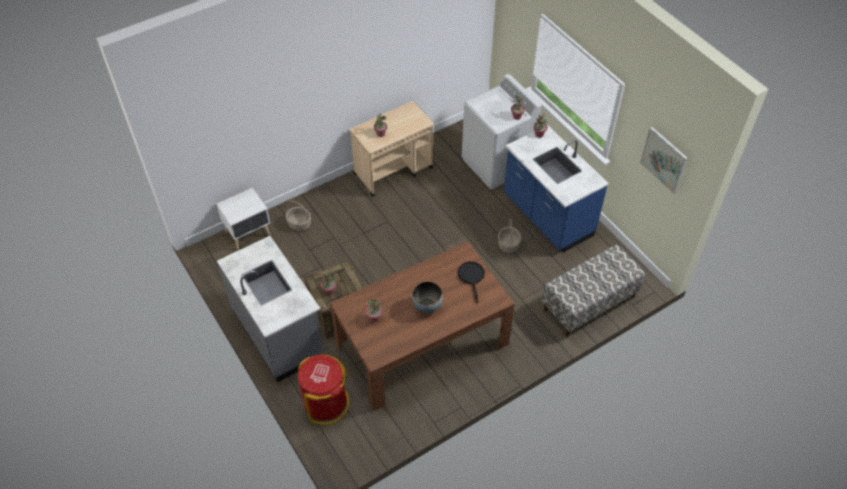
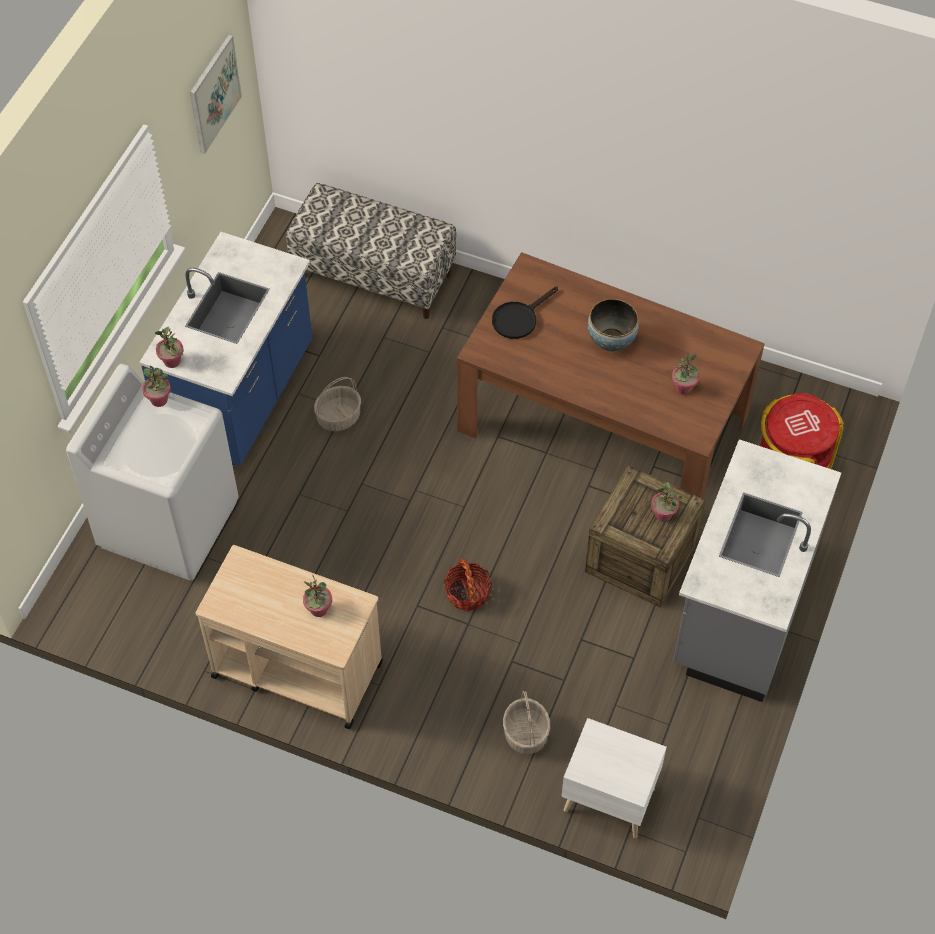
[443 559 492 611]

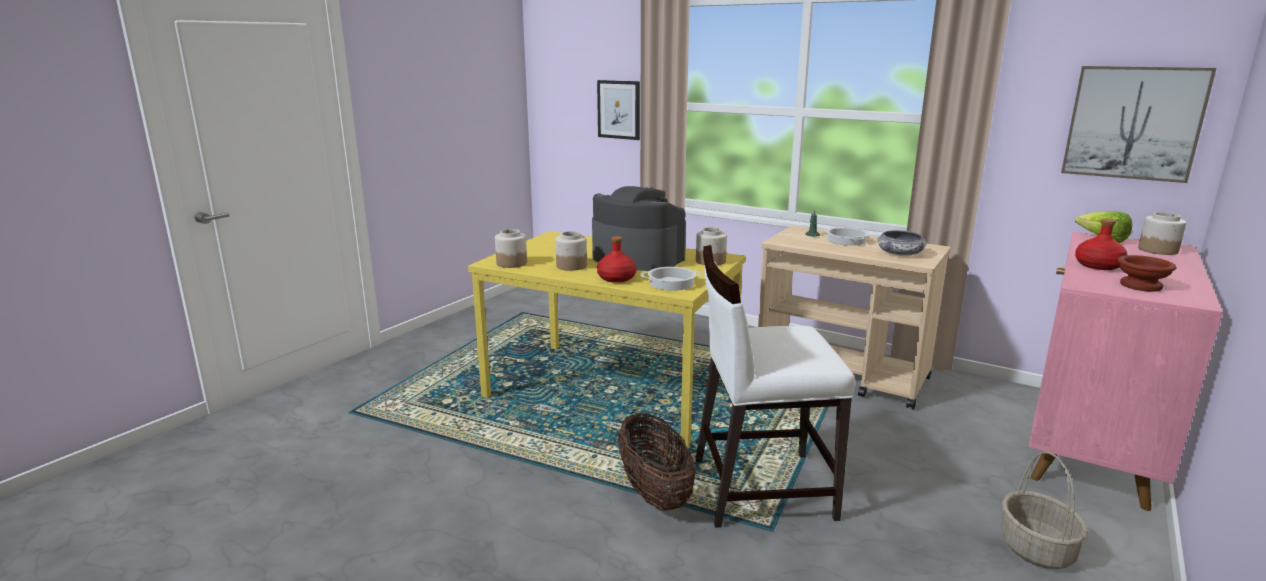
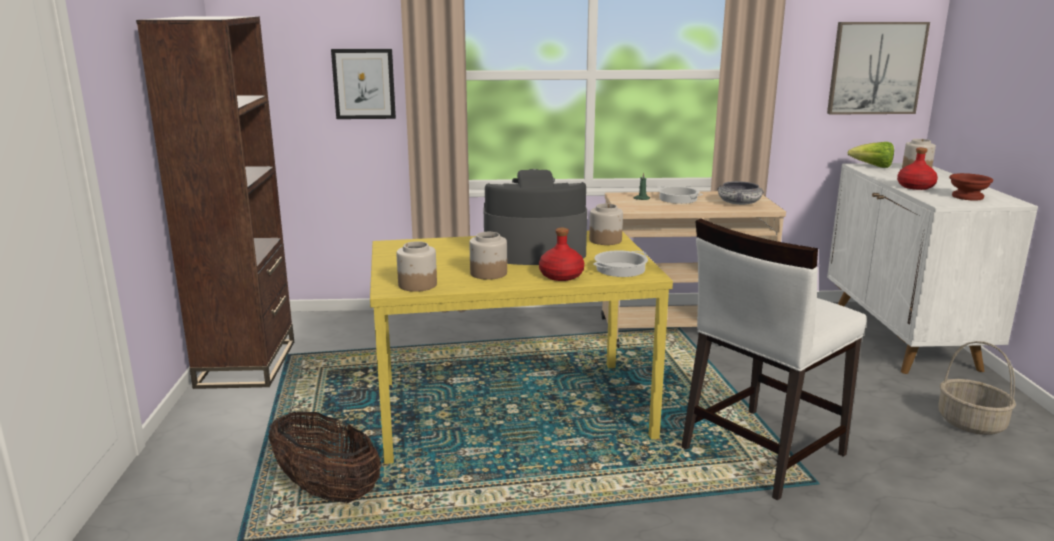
[136 16 294 389]
[268 412 381 503]
[827 163 1038 374]

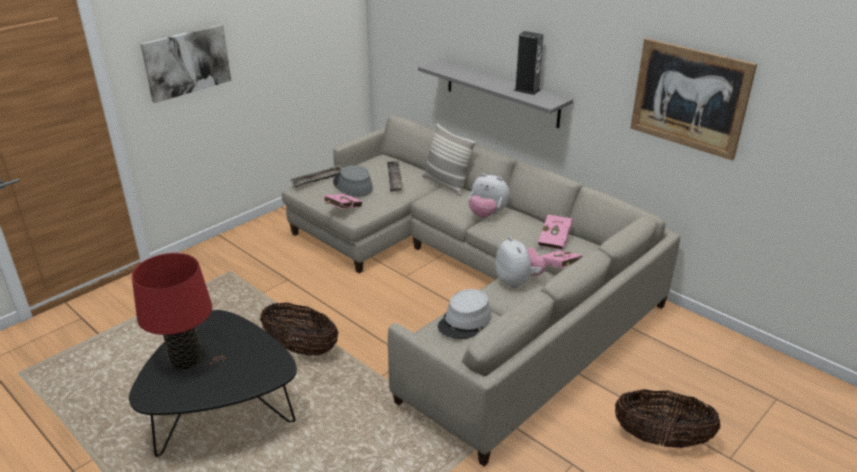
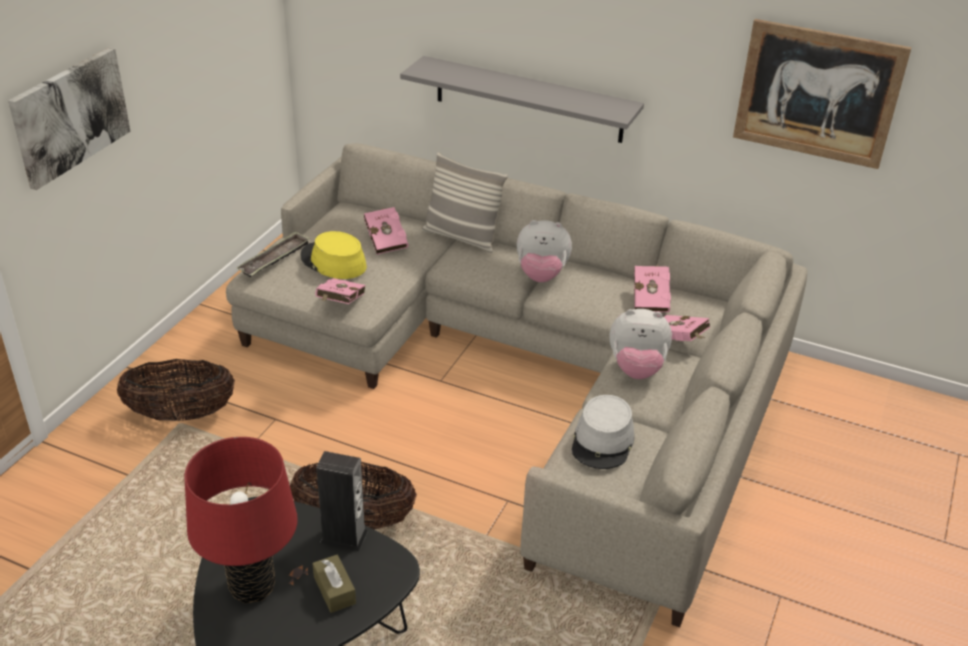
[312 555 356 613]
[316 451 368 551]
[117 359 235 421]
[364 207 408 255]
[301 231 367 279]
[609 309 672 379]

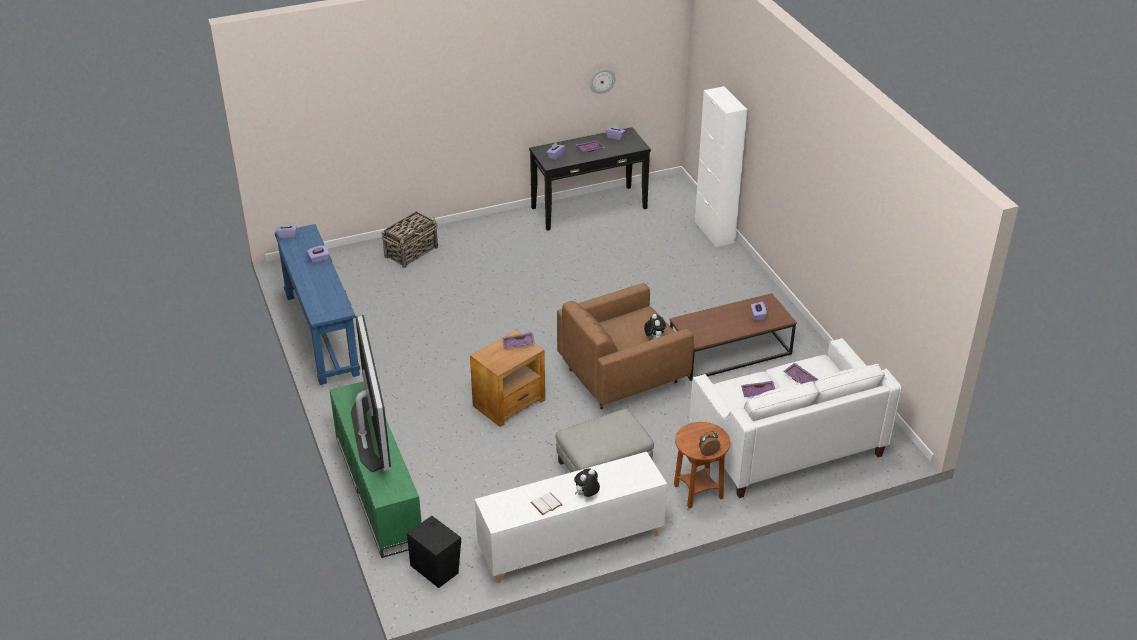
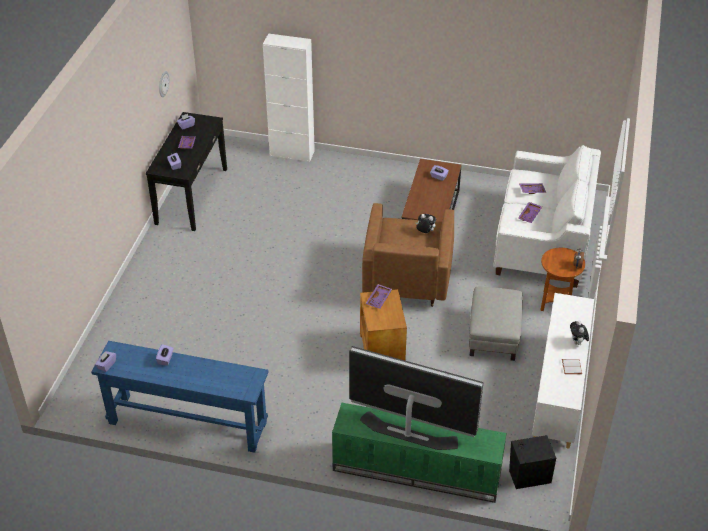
[381 211 438 268] (first image)

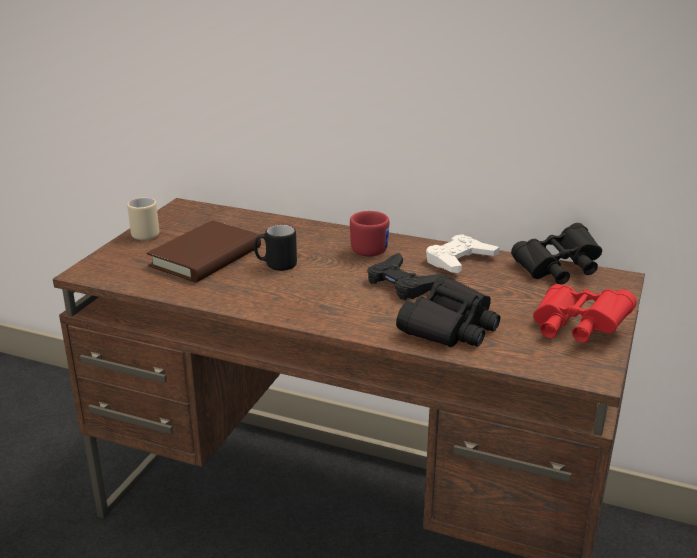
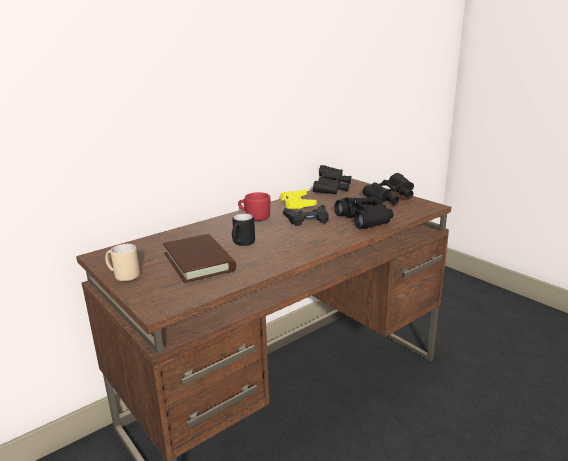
[280 189 316 209]
[363 173 414 205]

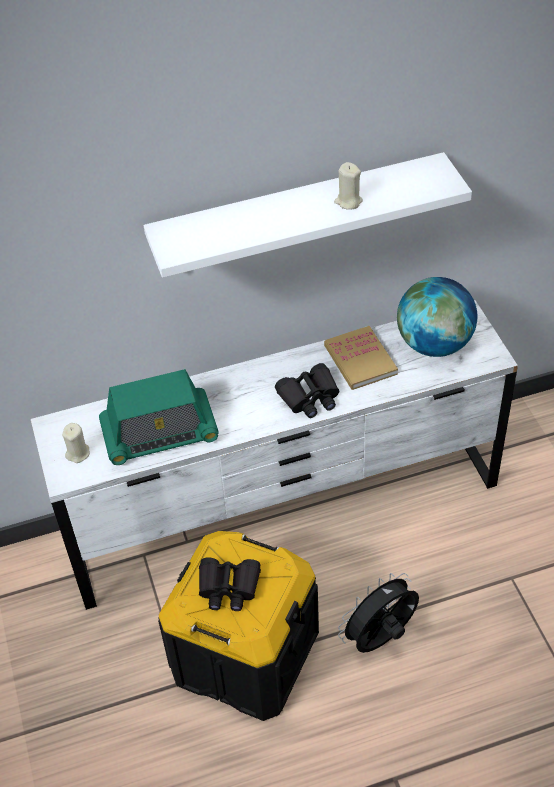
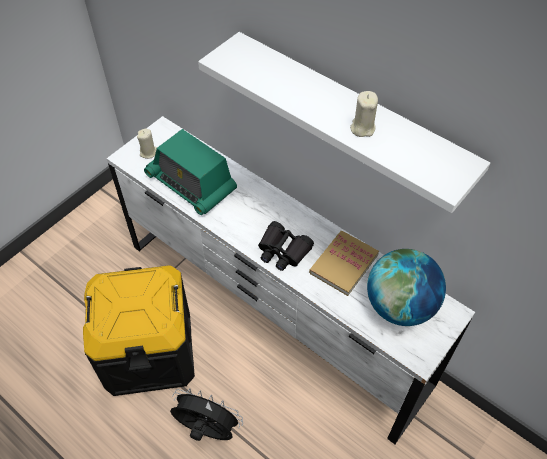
[199 557 261 611] (first image)

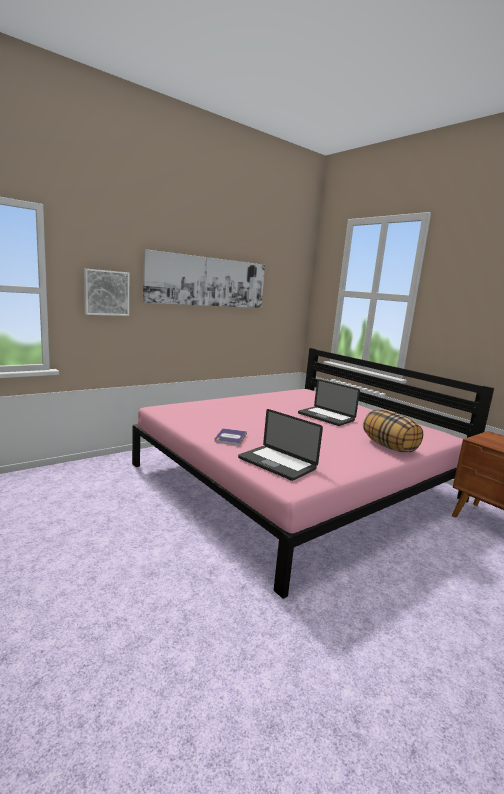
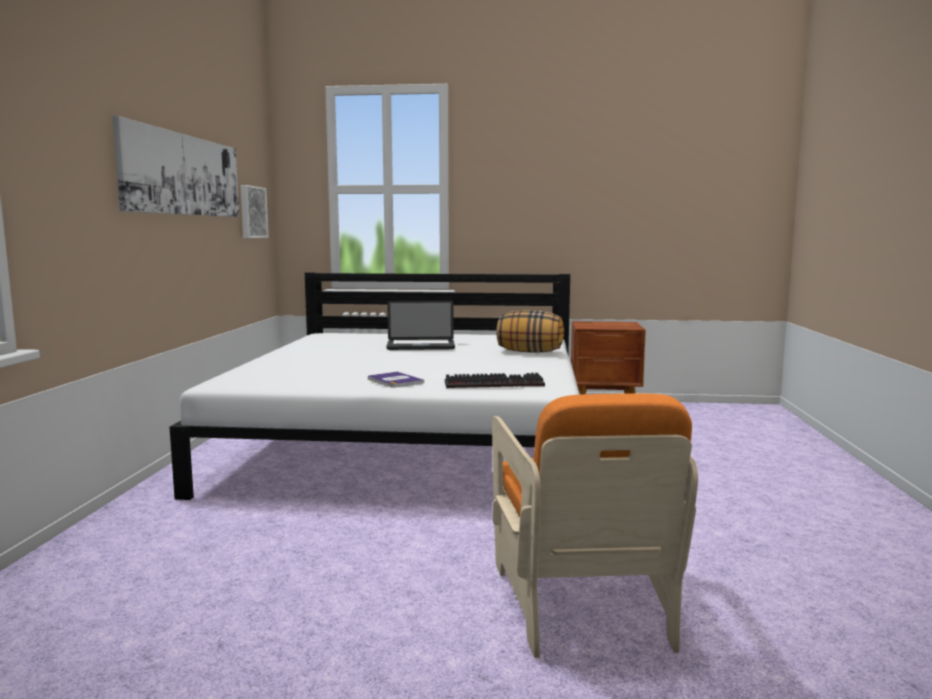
[492 393 698 658]
[240 185 268 238]
[445 373 545 388]
[169 272 580 500]

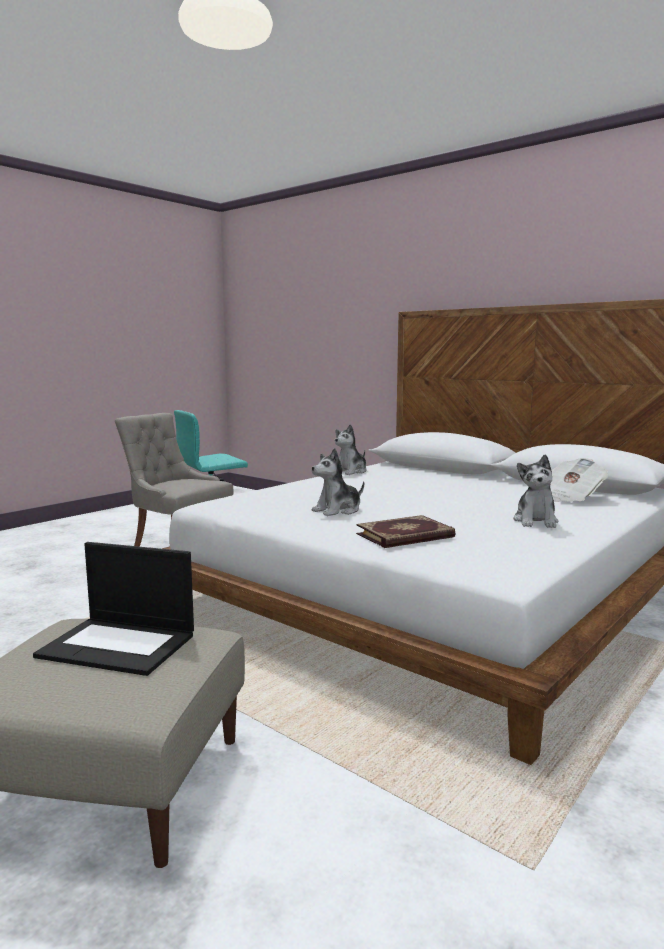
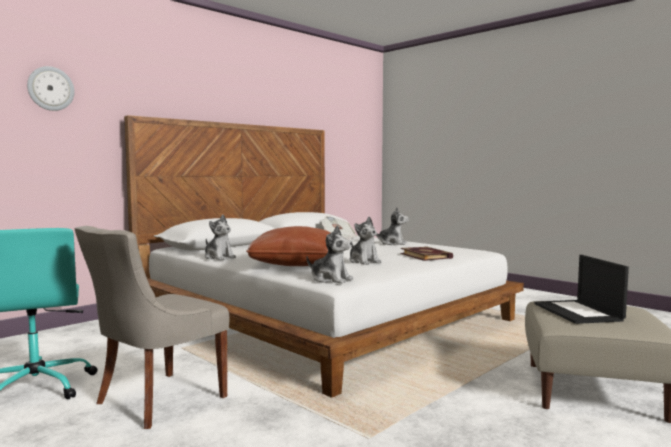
[27 66 75 111]
[246 226 330 266]
[307 225 353 284]
[534 255 629 324]

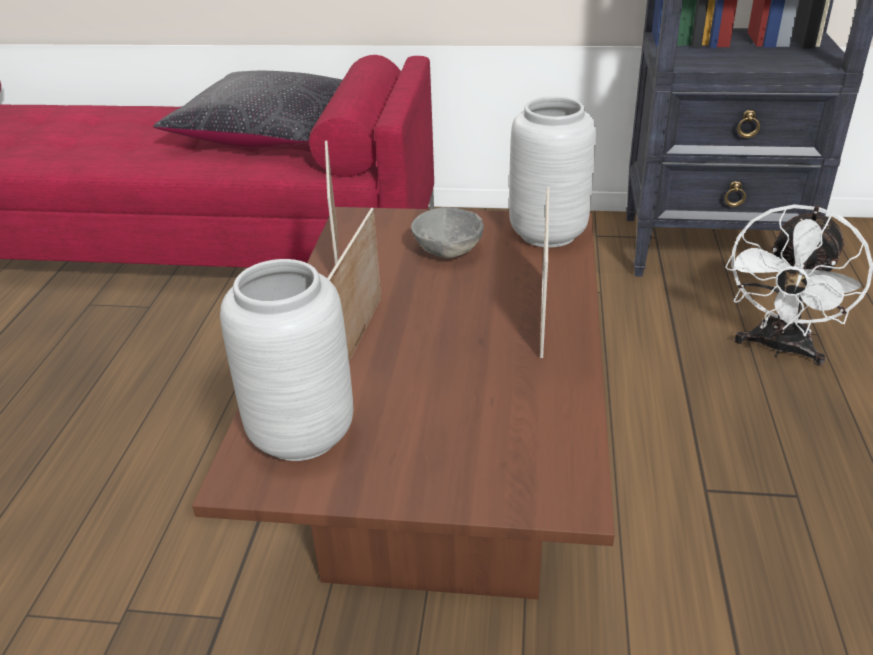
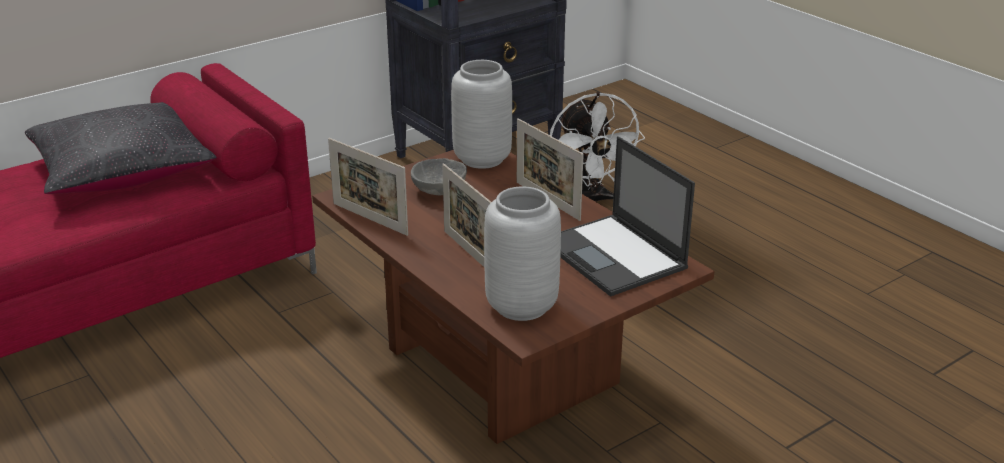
[560 136 695 297]

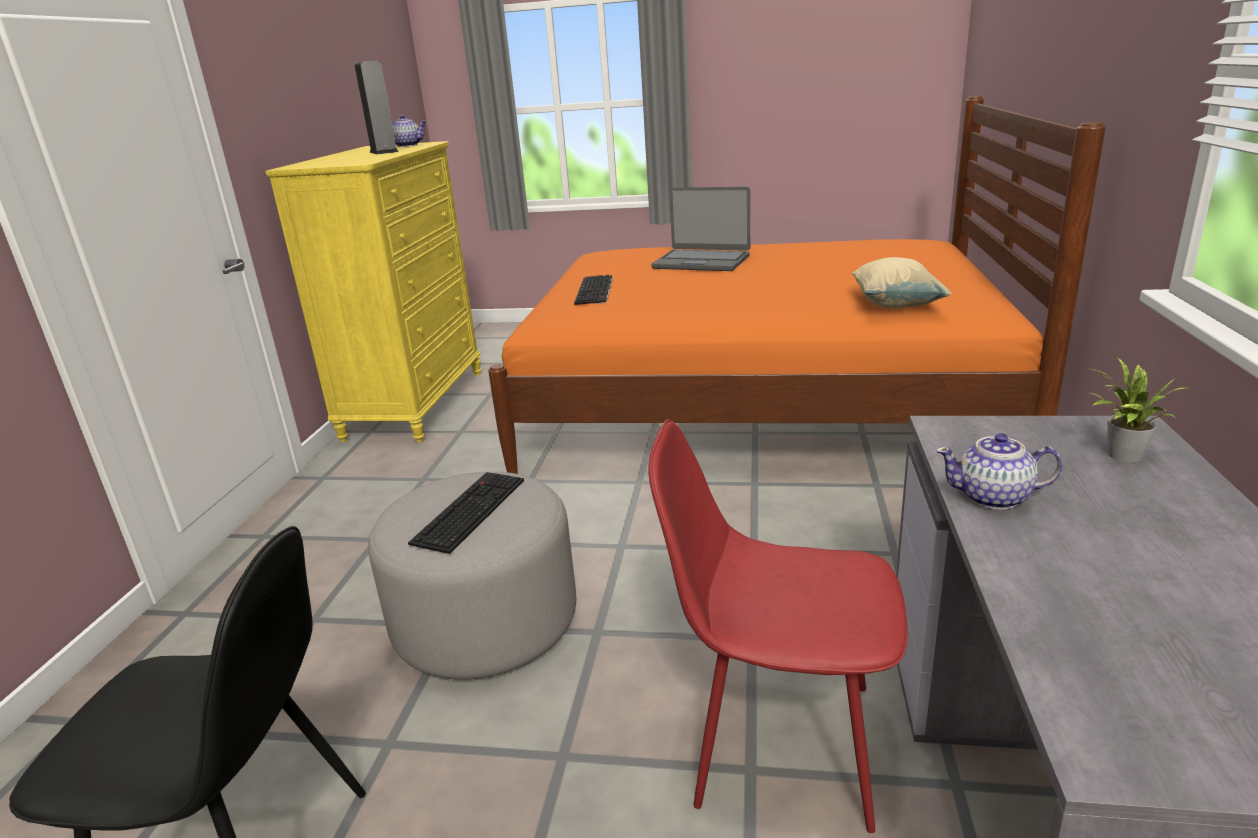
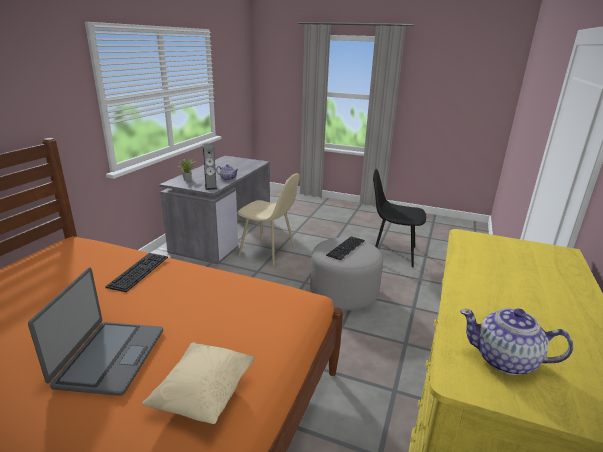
[203 143 217 190]
[105 253 168 292]
[142 342 255 424]
[237 173 299 266]
[28 268 163 396]

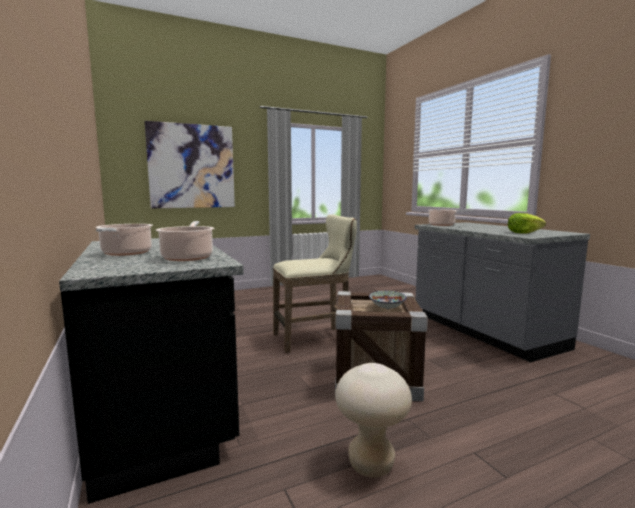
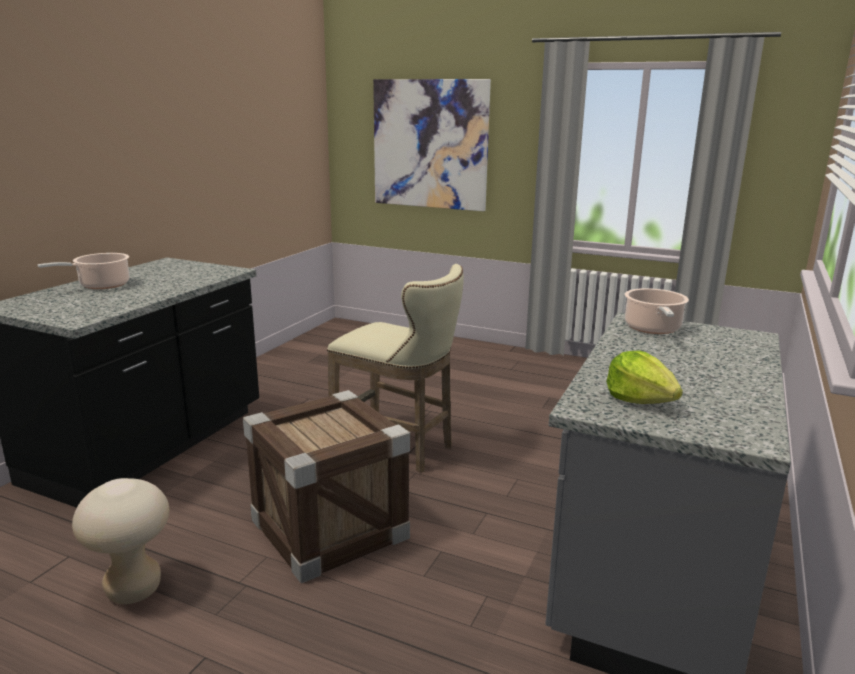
[156 221 214 261] (first image)
[369 291 407 309] (first image)

